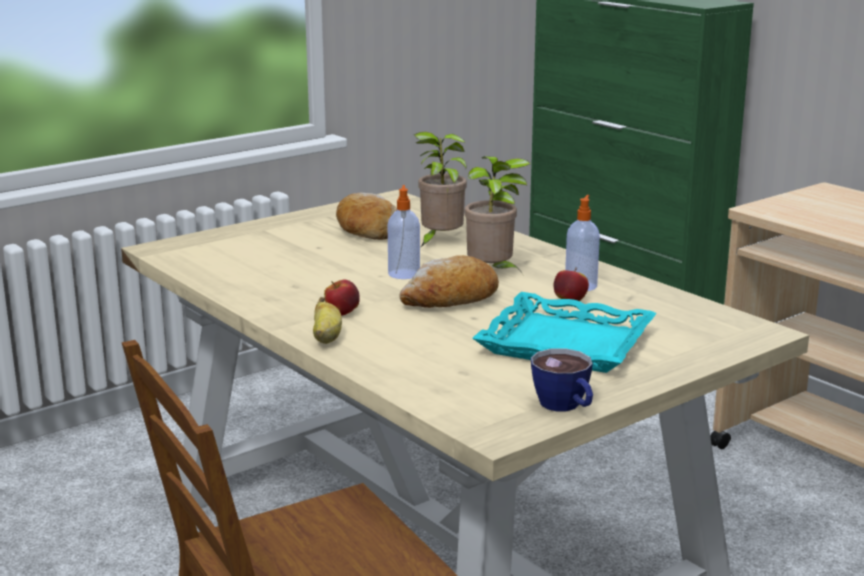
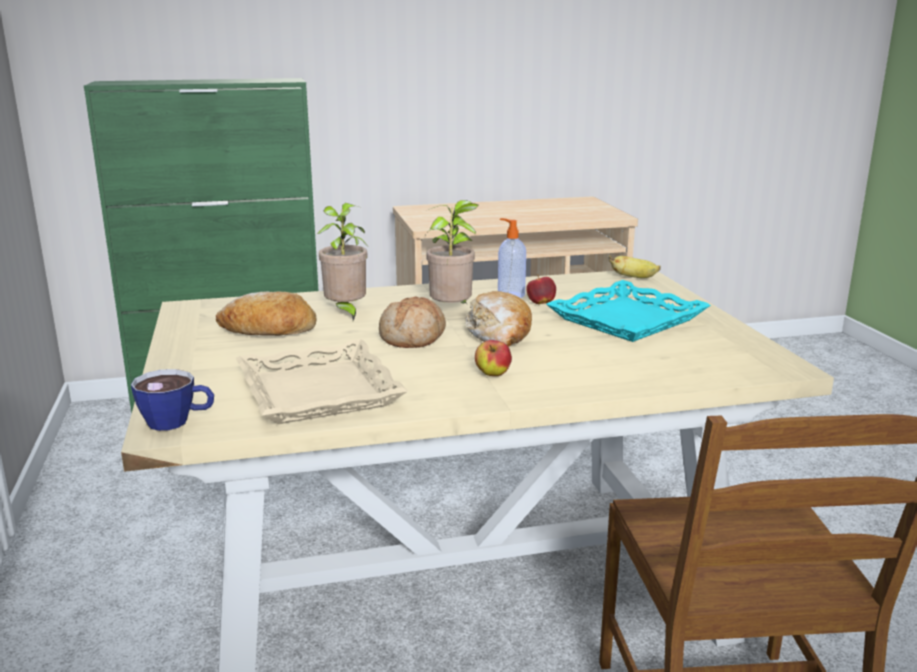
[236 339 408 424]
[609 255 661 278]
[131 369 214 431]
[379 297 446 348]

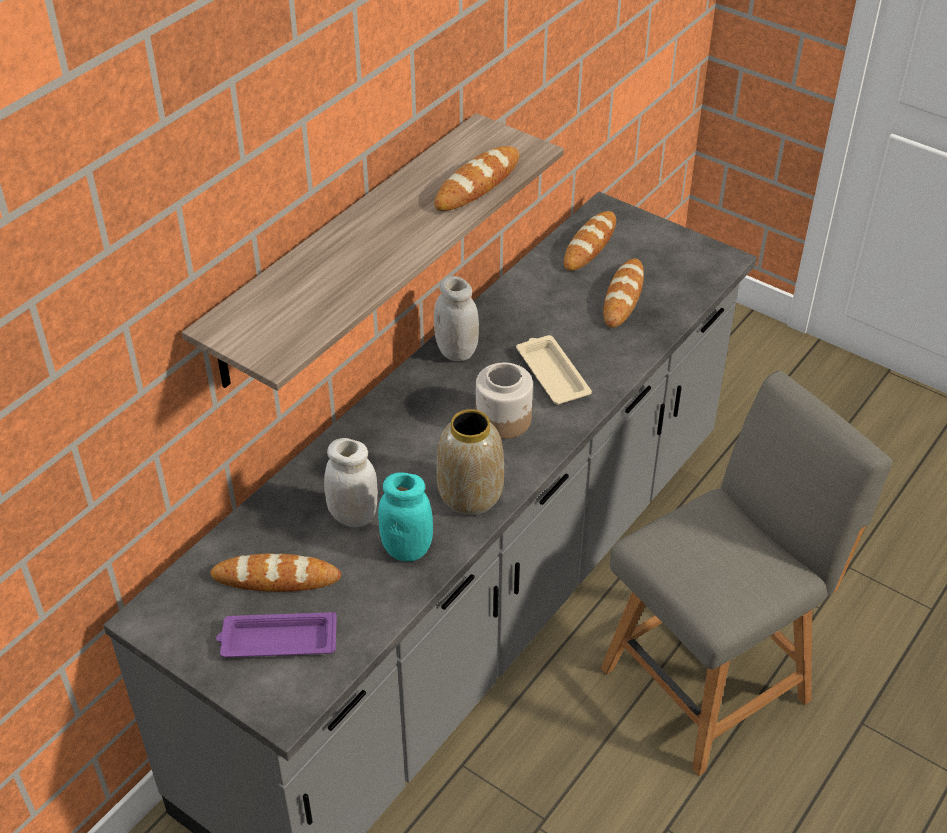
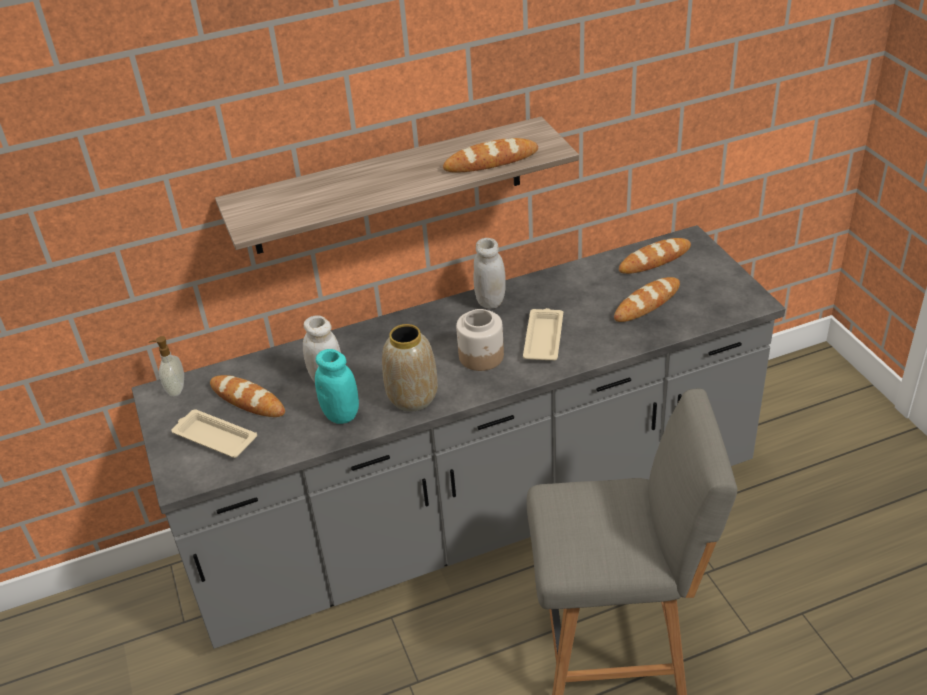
[149 336 184 397]
[171 409 257 458]

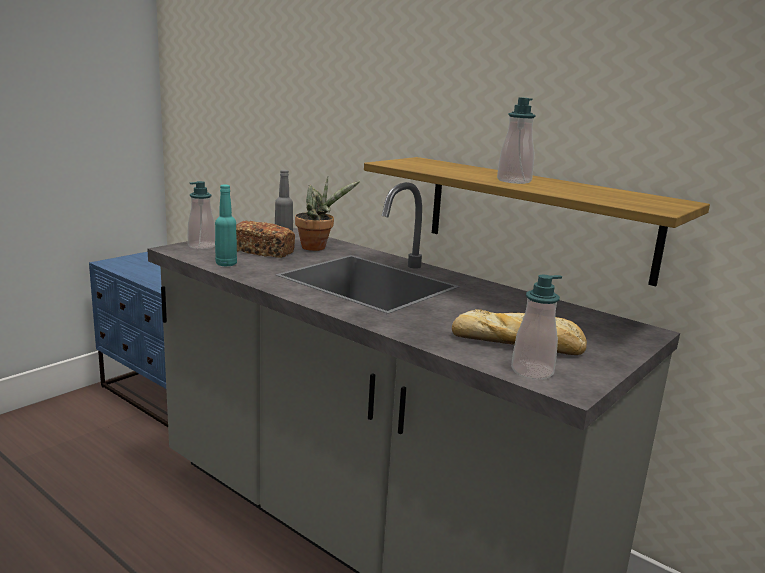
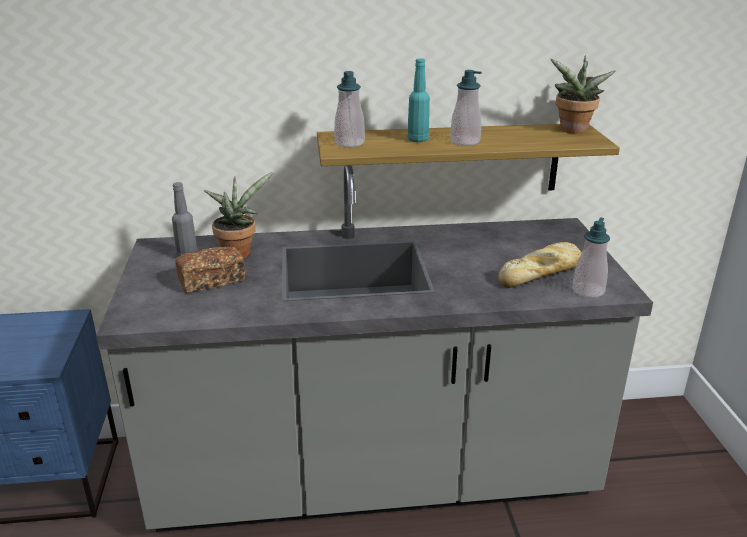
[550 55 615 133]
[334 71 365 148]
[408 58 430 142]

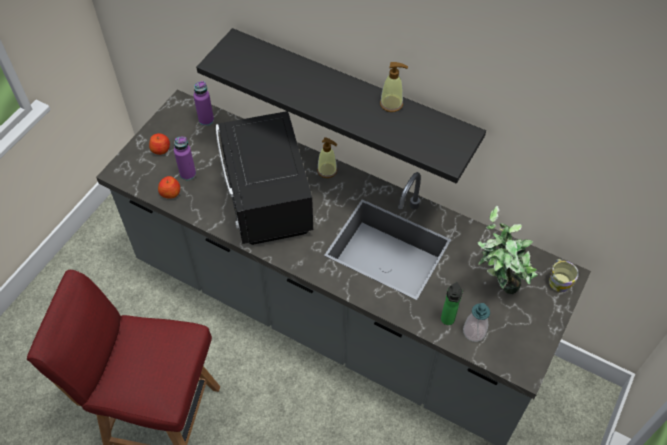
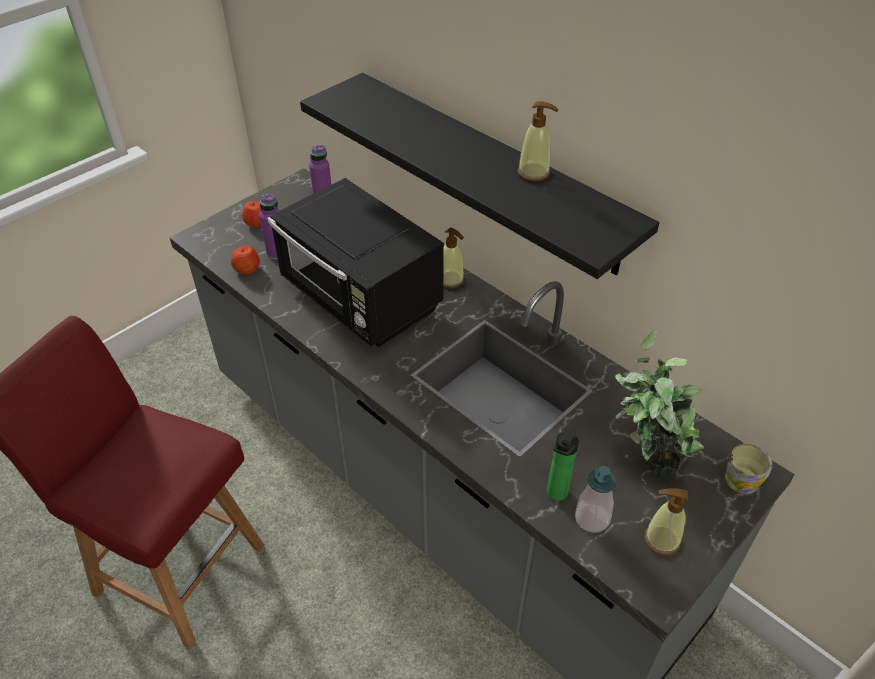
[644 488 688 556]
[268 178 444 347]

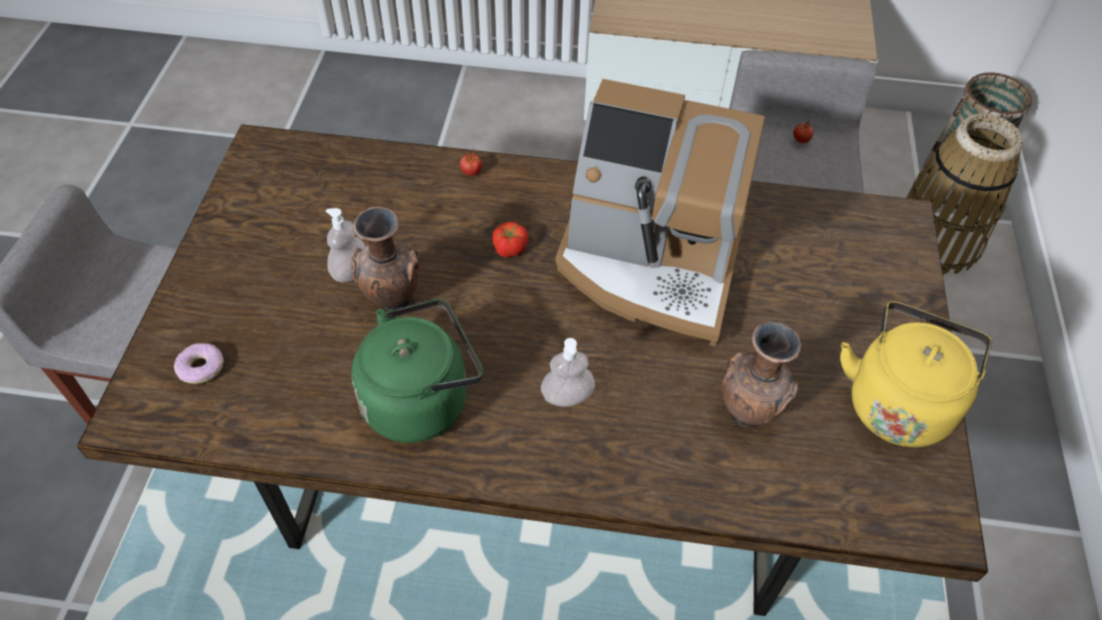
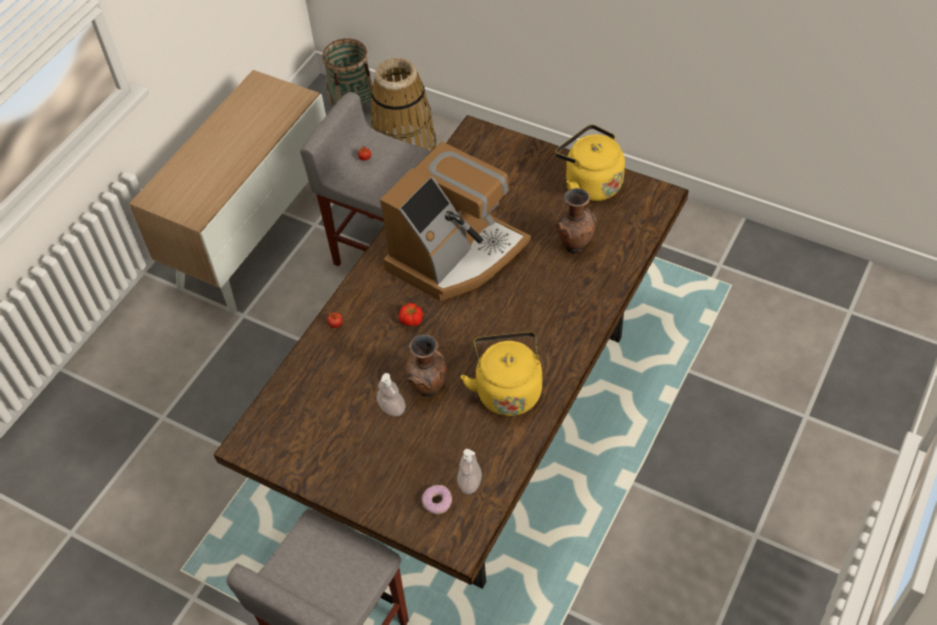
[457 449 482 494]
[461 332 542 416]

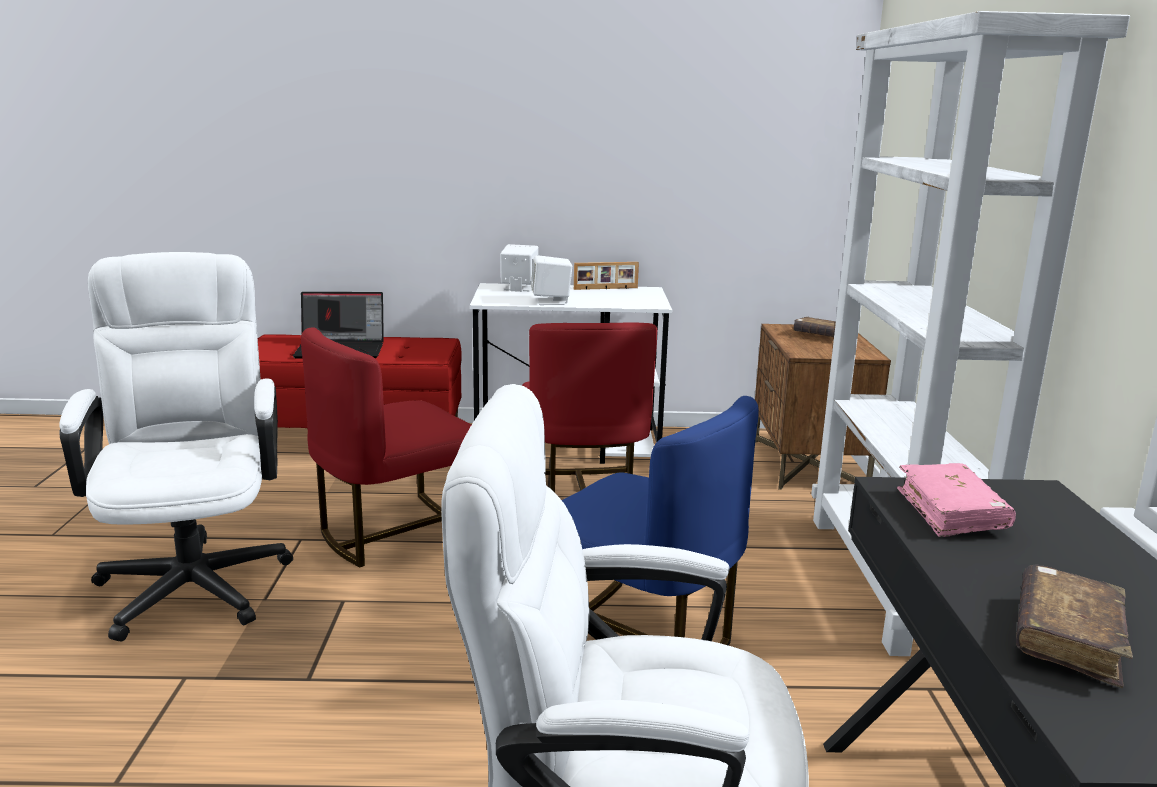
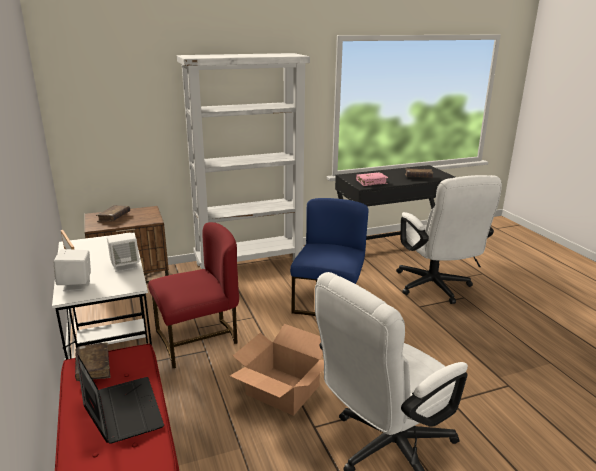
[75 342 111 381]
[230 324 324 415]

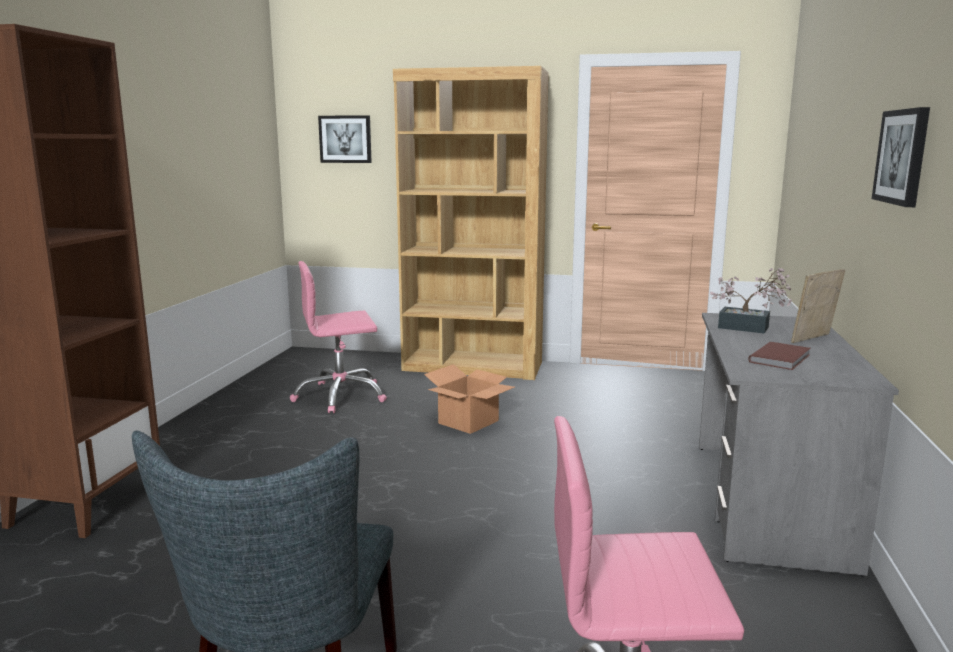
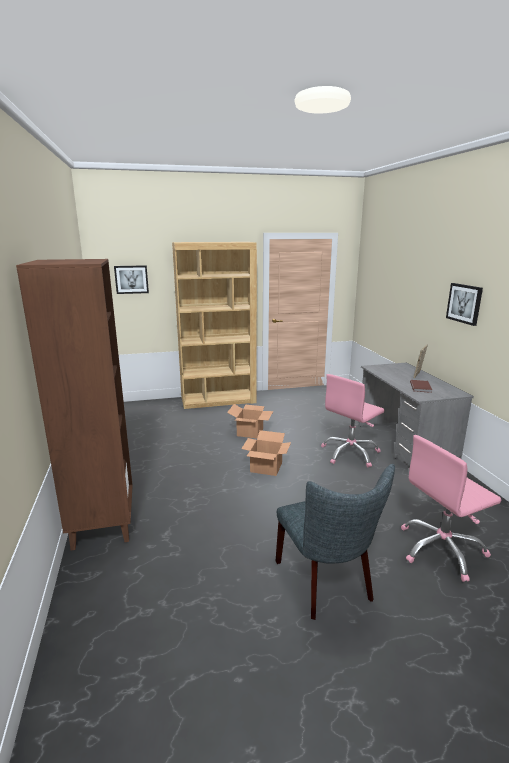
[710 268 792 333] (first image)
[241 430 291 476]
[321 374 384 467]

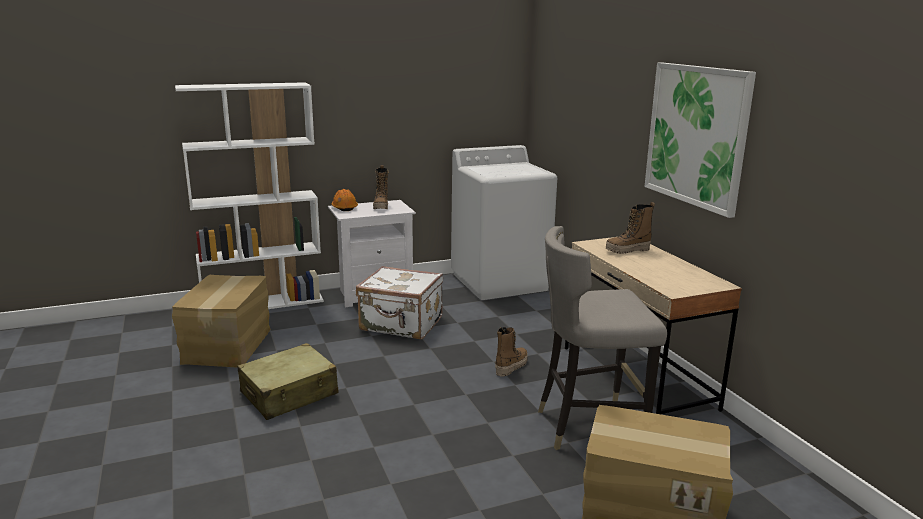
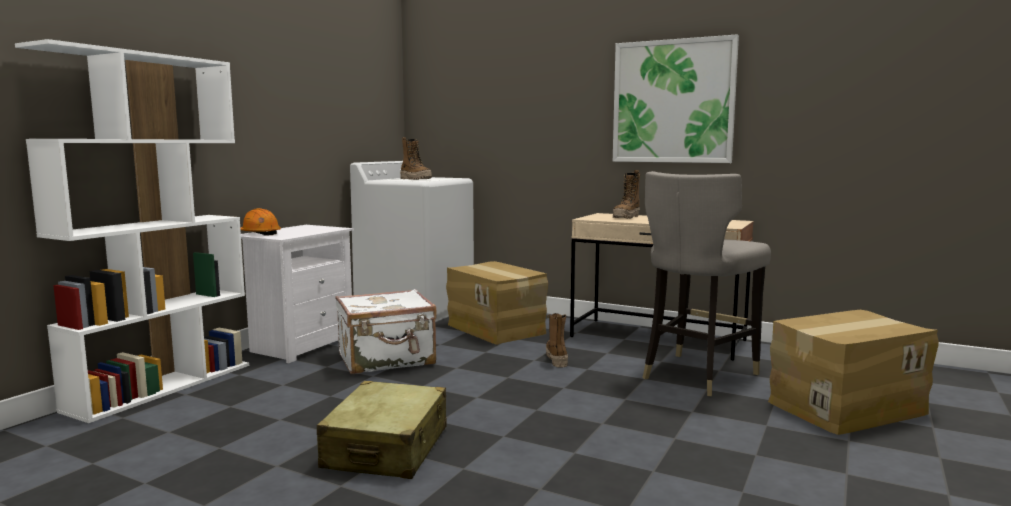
[446 261 548 345]
[400 137 432 180]

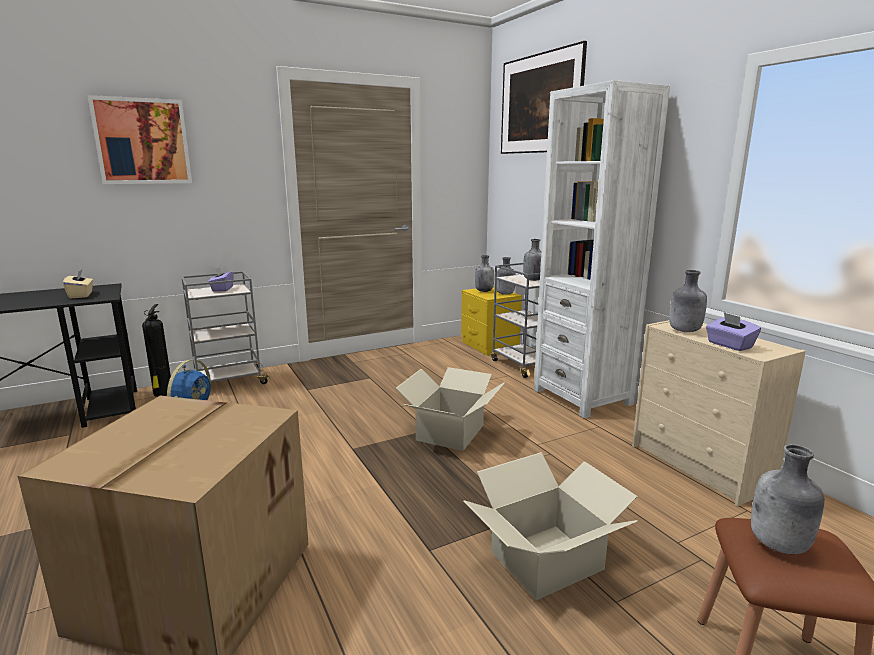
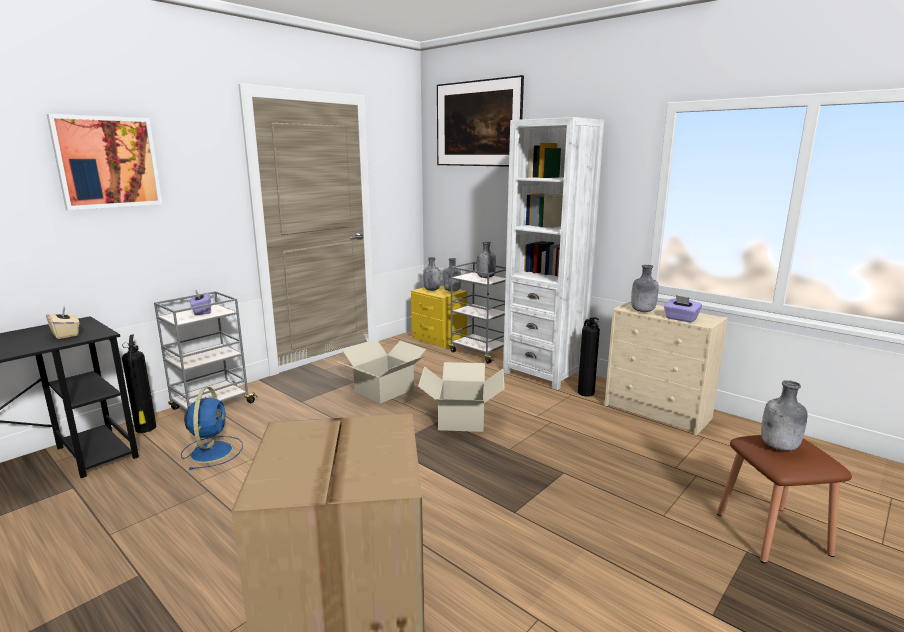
[578 317 600 397]
[339 339 426 404]

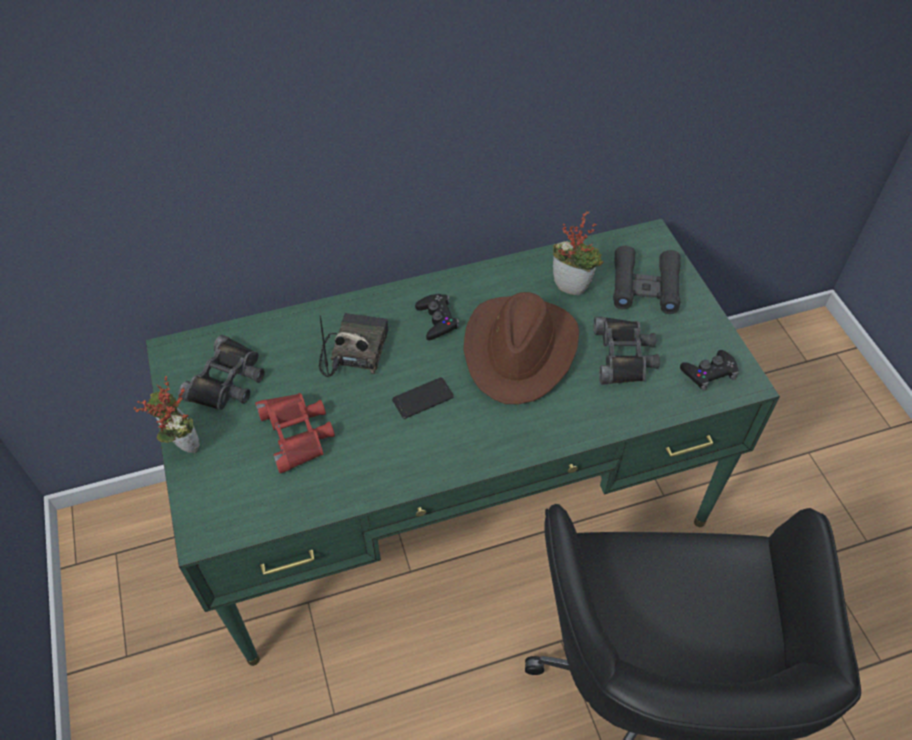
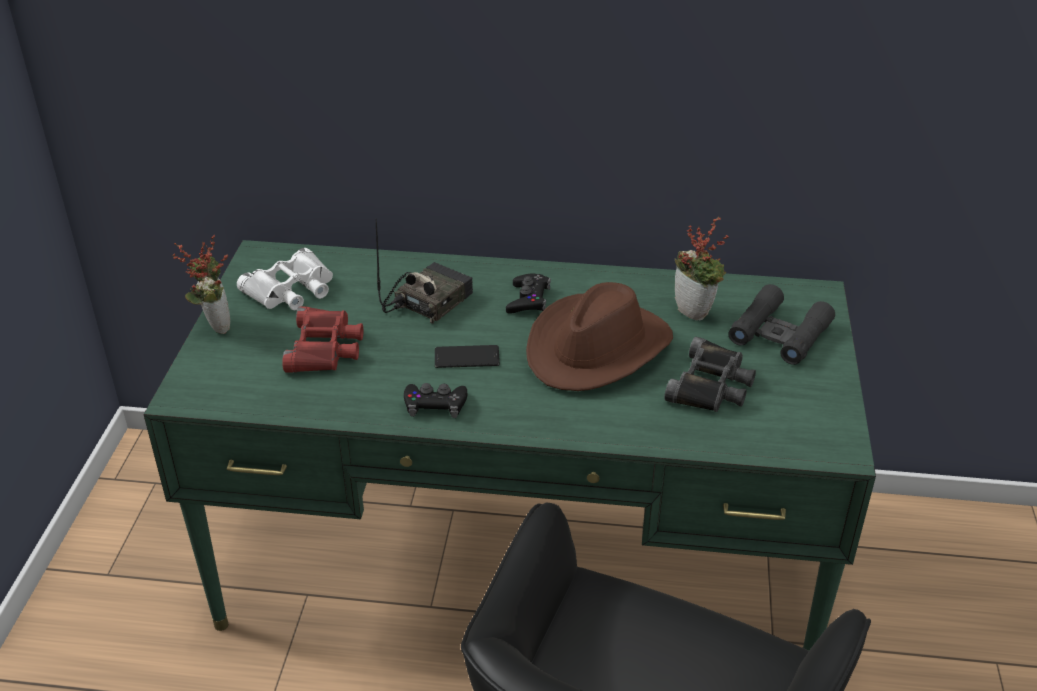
[404 383 467 418]
[237 248 333 310]

